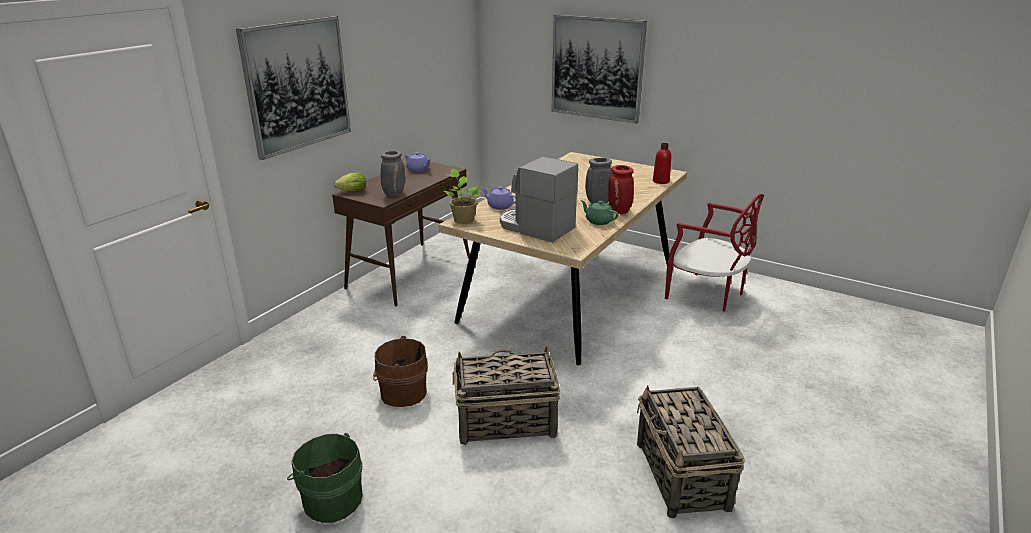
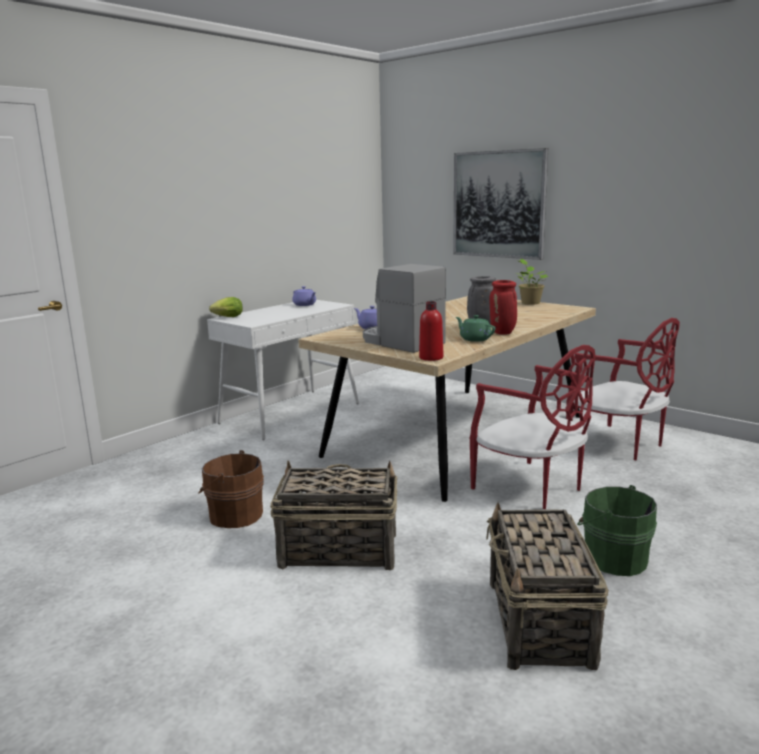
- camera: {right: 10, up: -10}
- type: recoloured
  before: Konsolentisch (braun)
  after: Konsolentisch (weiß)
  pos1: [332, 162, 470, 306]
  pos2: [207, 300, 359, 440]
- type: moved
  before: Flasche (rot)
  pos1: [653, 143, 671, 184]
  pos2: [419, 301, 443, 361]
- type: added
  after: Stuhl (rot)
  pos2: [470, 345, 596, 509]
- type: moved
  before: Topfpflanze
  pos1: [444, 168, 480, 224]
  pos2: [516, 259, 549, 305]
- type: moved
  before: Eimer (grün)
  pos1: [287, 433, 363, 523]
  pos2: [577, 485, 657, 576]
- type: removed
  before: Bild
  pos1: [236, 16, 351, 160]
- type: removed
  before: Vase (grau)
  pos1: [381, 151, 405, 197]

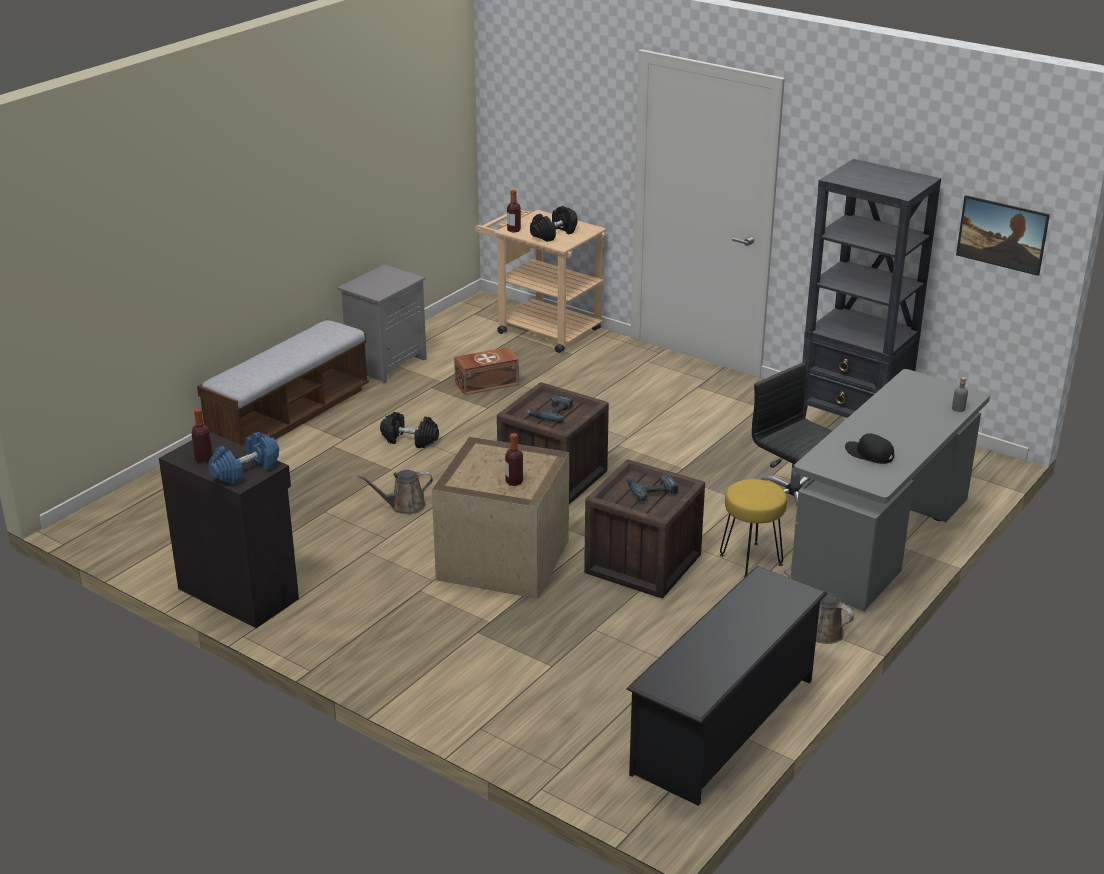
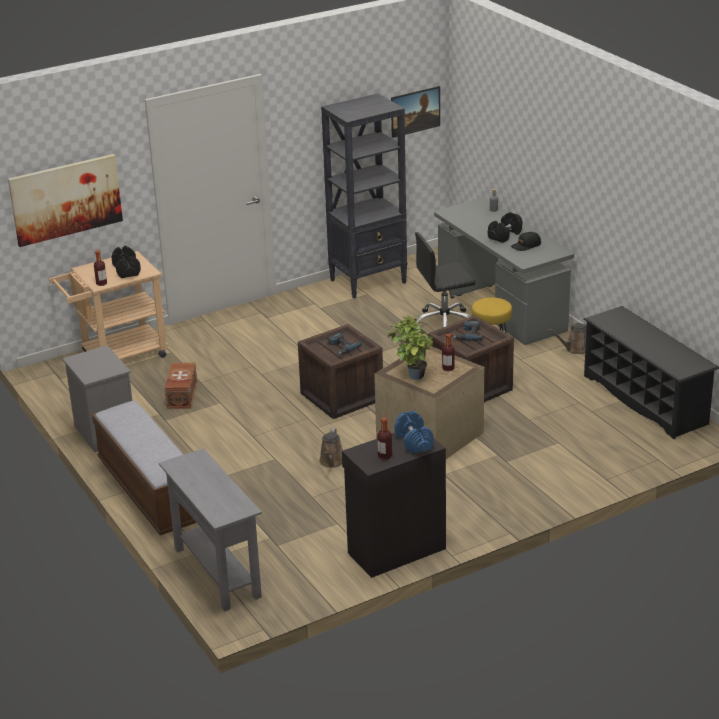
- camera: {right: -65, up: 0}
- type: added
  after: Bild
  pos2: [8, 154, 123, 247]
- type: added
  after: Konsolentisch (grau)
  pos2: [159, 448, 262, 612]
- type: added
  after: Topfpflanze
  pos2: [386, 315, 433, 380]
- type: moved
  before: Hantel (schwarz)
  pos1: [380, 412, 439, 448]
  pos2: [488, 212, 523, 243]

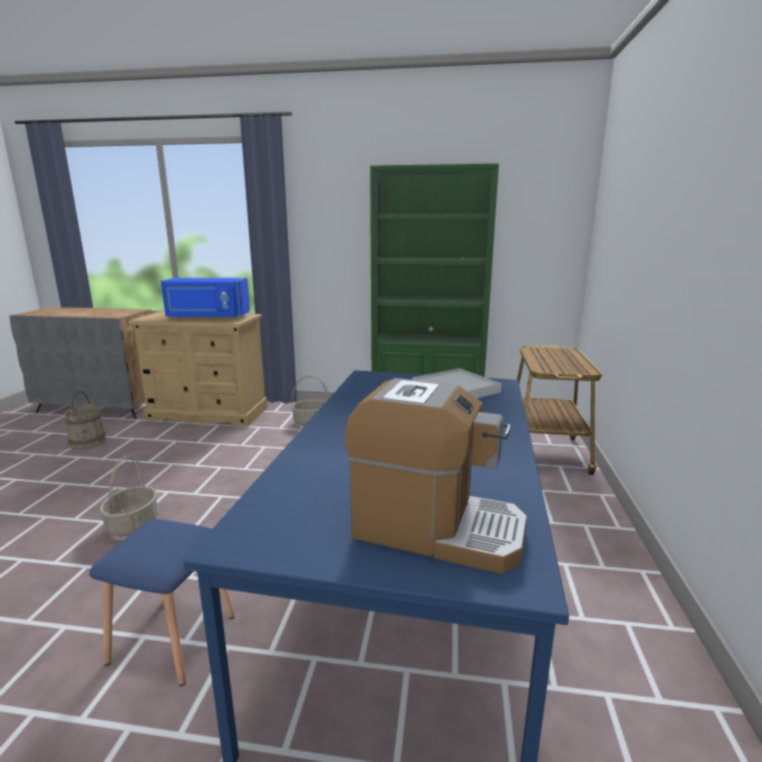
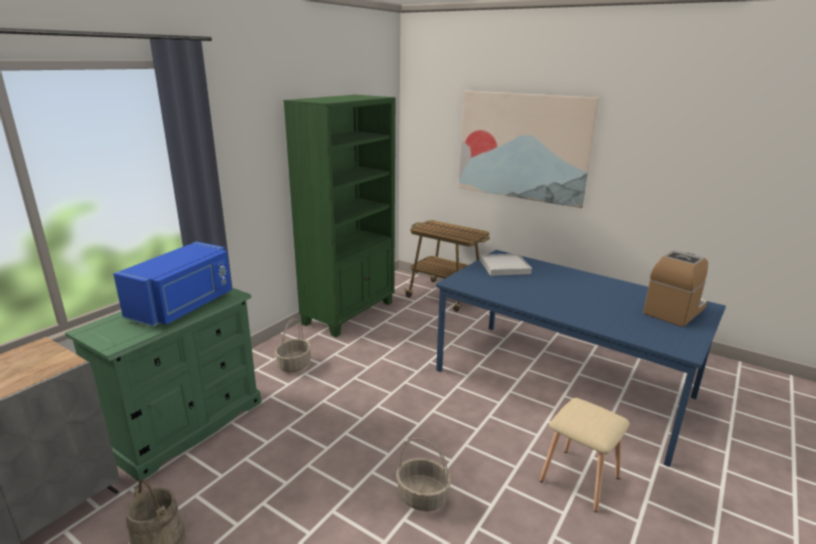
- camera: {right: -65, up: 5}
- type: recoloured
  before: Kommode (beige)
  after: Kommode (grün)
  pos1: [128, 311, 268, 427]
  pos2: [65, 288, 261, 482]
- type: added
  after: Bild
  pos2: [459, 91, 599, 208]
- type: recoloured
  before: Hocker (blau)
  after: Hocker (beige)
  pos1: [89, 519, 235, 686]
  pos2: [540, 398, 630, 512]

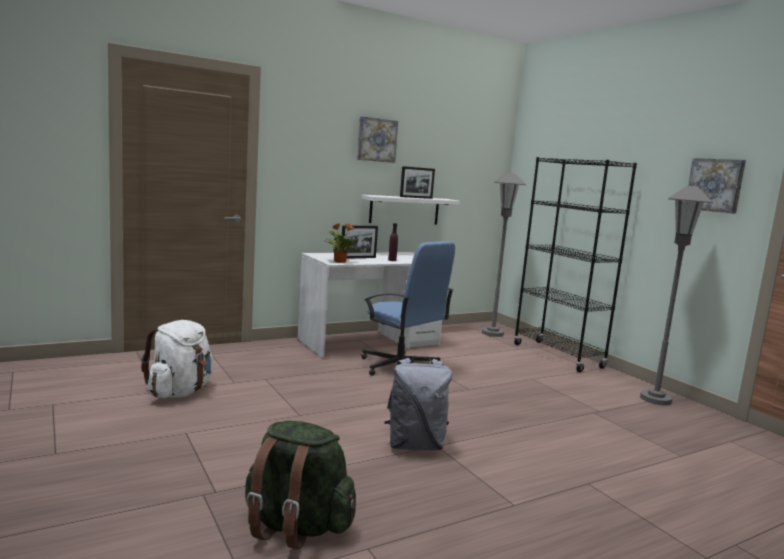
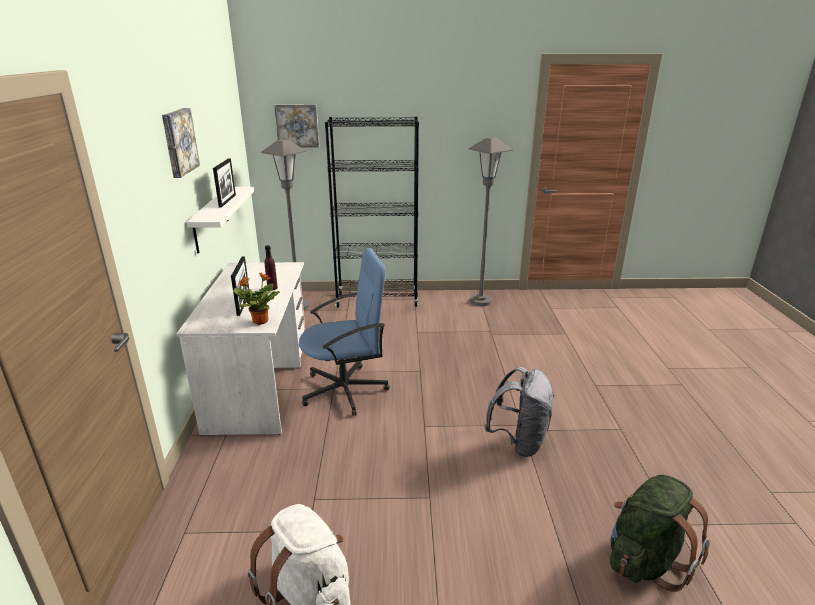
- camera: {right: -60, up: 15}
- type: moved
  before: Bild
  pos1: [688, 158, 746, 214]
  pos2: [274, 104, 319, 148]

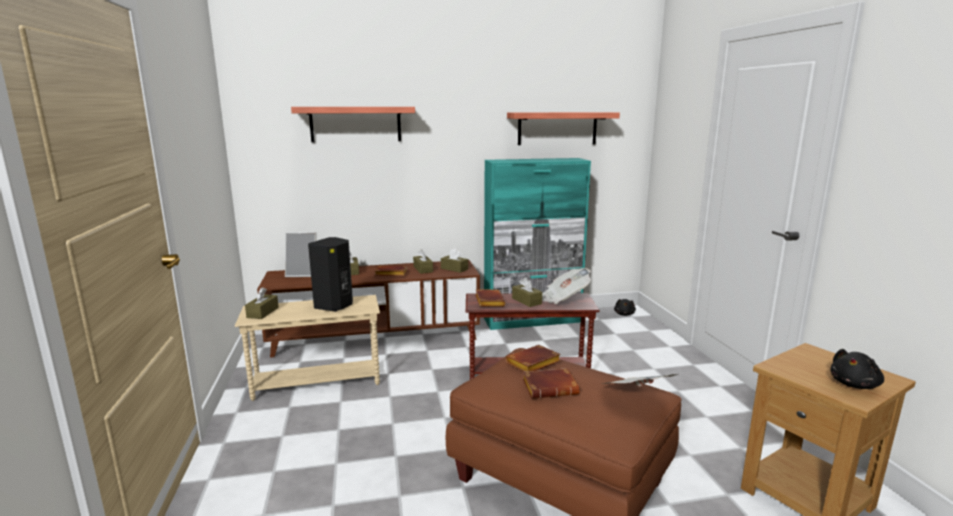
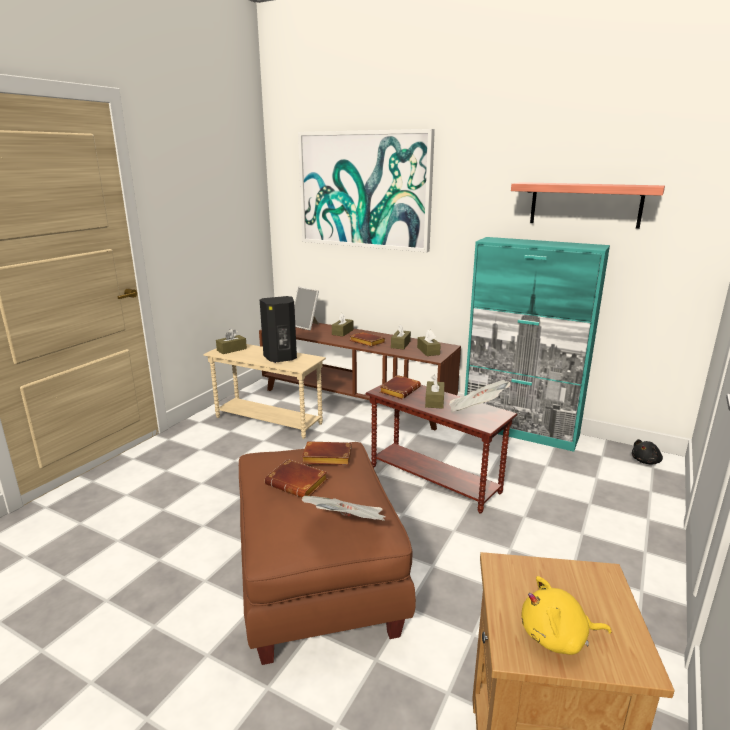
- camera: {right: 40, up: 5}
- type: replaced
  before: Wandregal
  after: Bild
  pos1: [291, 107, 415, 142]
  pos2: [298, 129, 435, 252]
- type: recoloured
  before: Plüschtier (schwarz)
  after: Plüschtier (gelb)
  pos1: [830, 349, 884, 389]
  pos2: [522, 576, 612, 655]

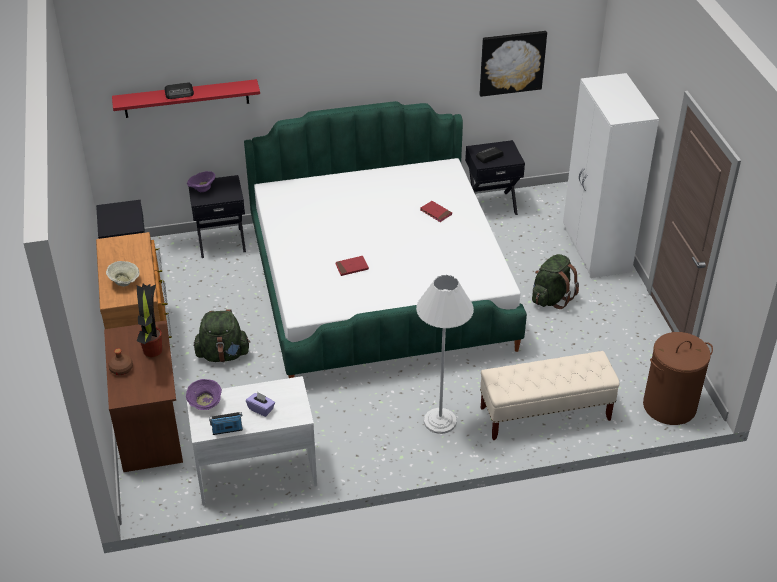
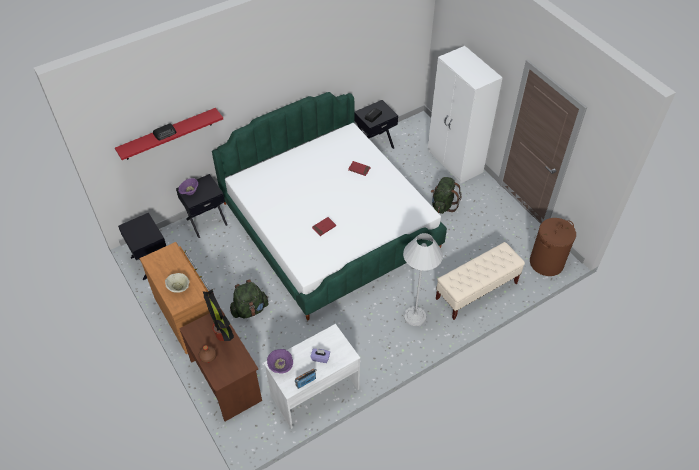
- camera: {right: -20, up: 10}
- type: removed
  before: Bild
  pos1: [480, 31, 547, 97]

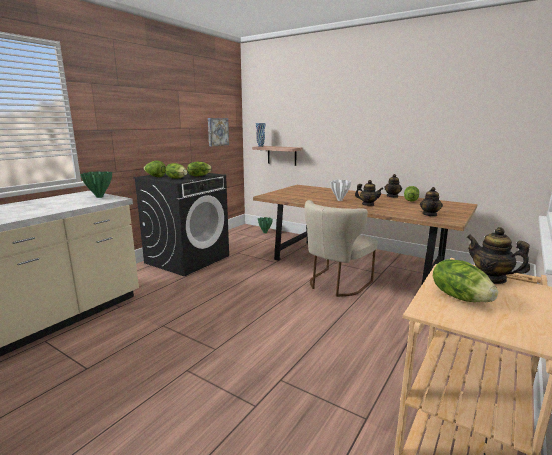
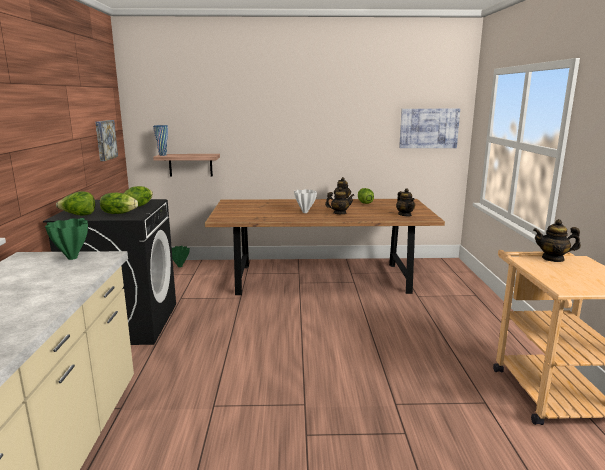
- camera: {right: -35, up: 0}
- type: added
  after: Bild
  pos2: [399, 109, 460, 148]
- type: removed
  before: Stuhl (beige)
  pos1: [304, 200, 378, 297]
- type: removed
  before: Salatkopf
  pos1: [433, 259, 498, 302]

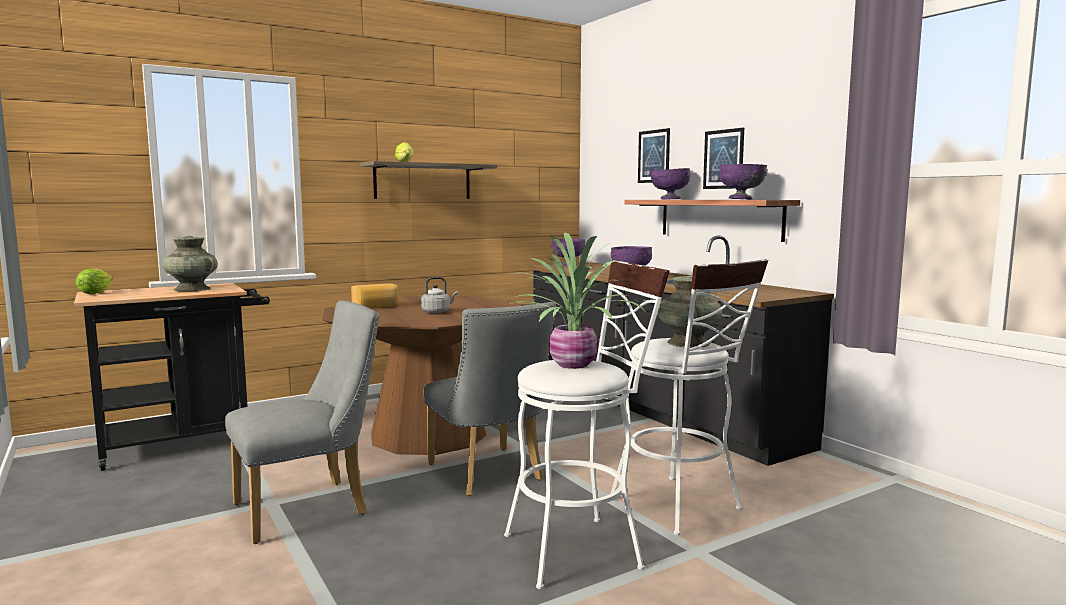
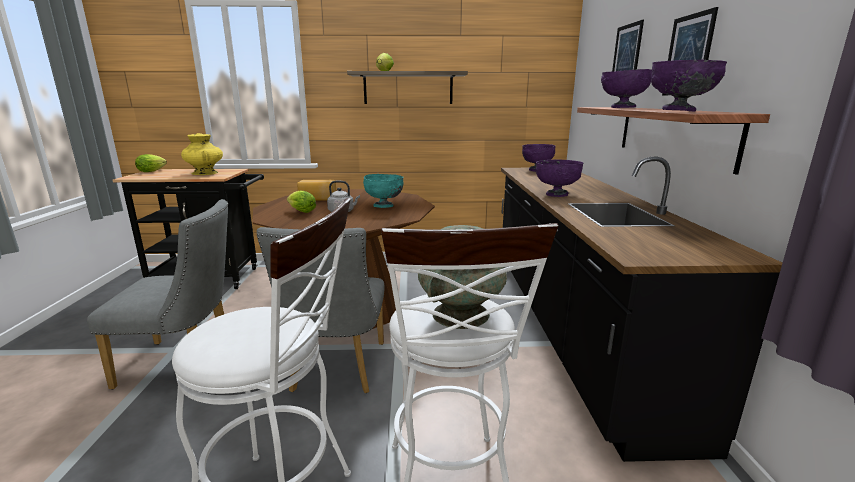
- camera: {right: 30, up: 10}
- type: recoloured
  before: Vase (türkis)
  after: Vase (gelb)
  pos1: [162, 236, 218, 291]
  pos2: [181, 133, 223, 175]
- type: added
  after: Salatkopf
  pos2: [287, 190, 316, 213]
- type: added
  after: Schüssel (türkis)
  pos2: [363, 174, 404, 208]
- type: removed
  before: Topfpflanze
  pos1: [510, 233, 646, 369]

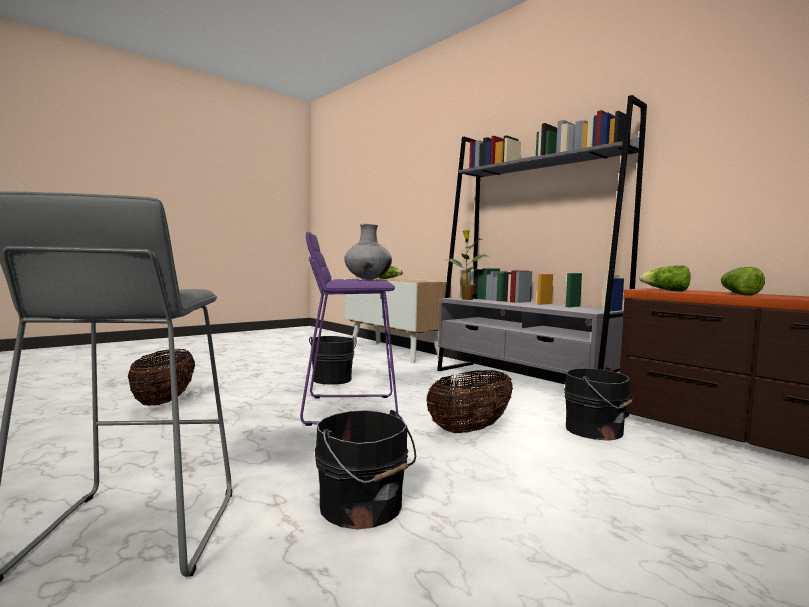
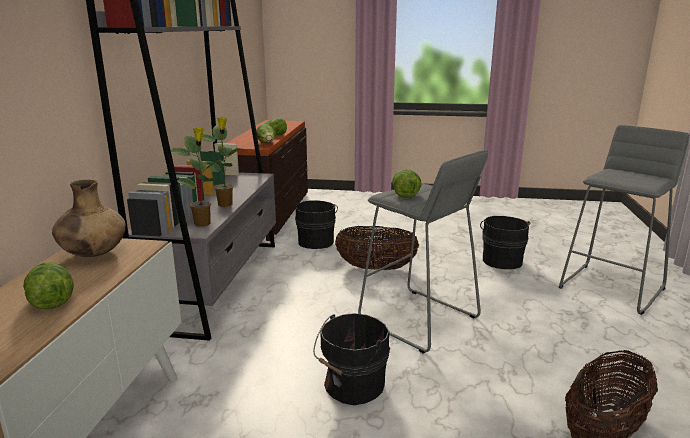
- camera: {right: -130, up: 15}
- type: added
  after: Vase (braun)
  pos2: [52, 180, 126, 257]
- type: added
  after: Topfpflanze
  pos2: [202, 117, 241, 207]
- type: recoloured
  before: Hocker (lila)
  after: Hocker (grau)
  pos1: [300, 232, 398, 426]
  pos2: [358, 150, 488, 354]
- type: replaced
  before: Vase (grau)
  after: Salatkopf
  pos1: [344, 224, 392, 279]
  pos2: [392, 169, 421, 198]

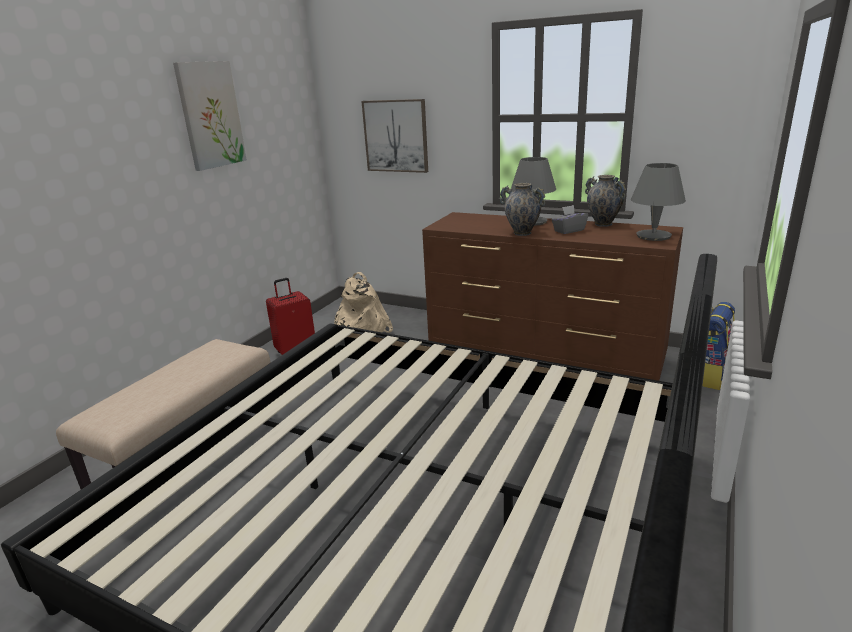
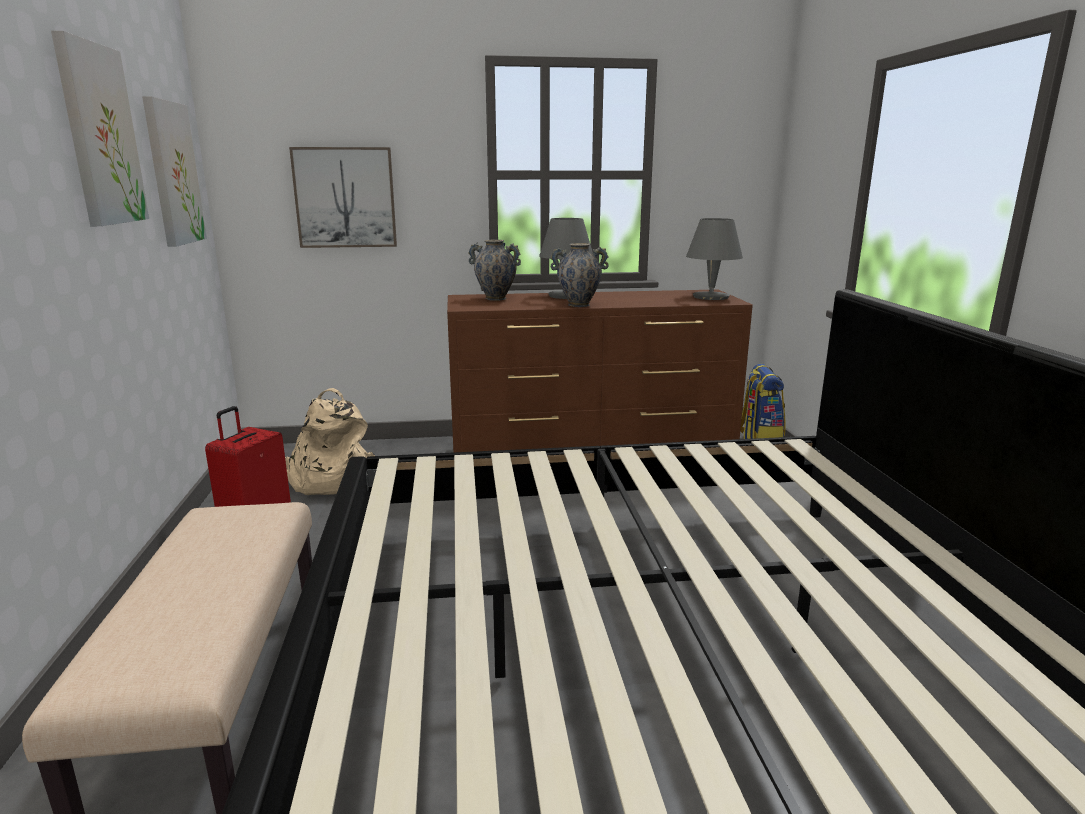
- camera: {right: -35, up: -5}
- type: added
  after: Bild
  pos2: [142, 96, 207, 247]
- type: moved
  before: Vase
  pos1: [585, 175, 626, 227]
  pos2: [468, 240, 521, 301]
- type: removed
  before: Taschentuchbox (grau)
  pos1: [552, 205, 588, 234]

